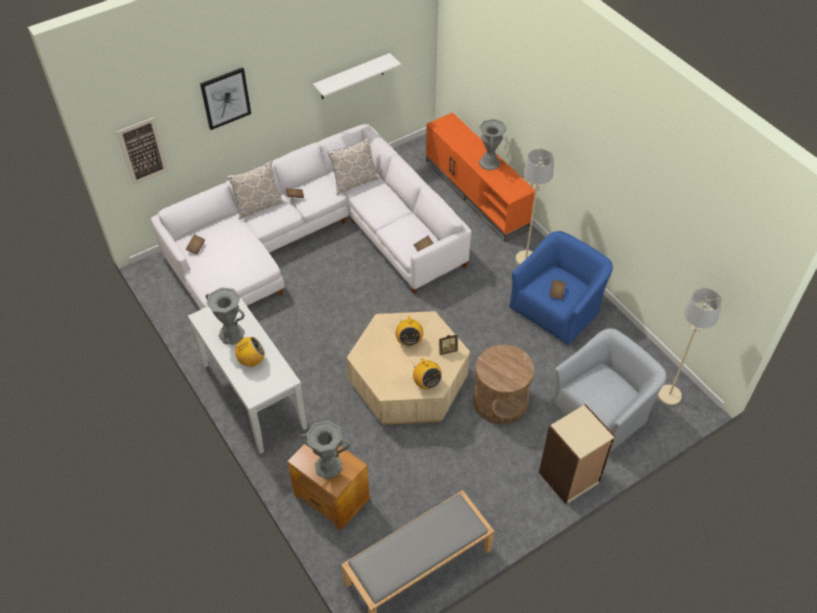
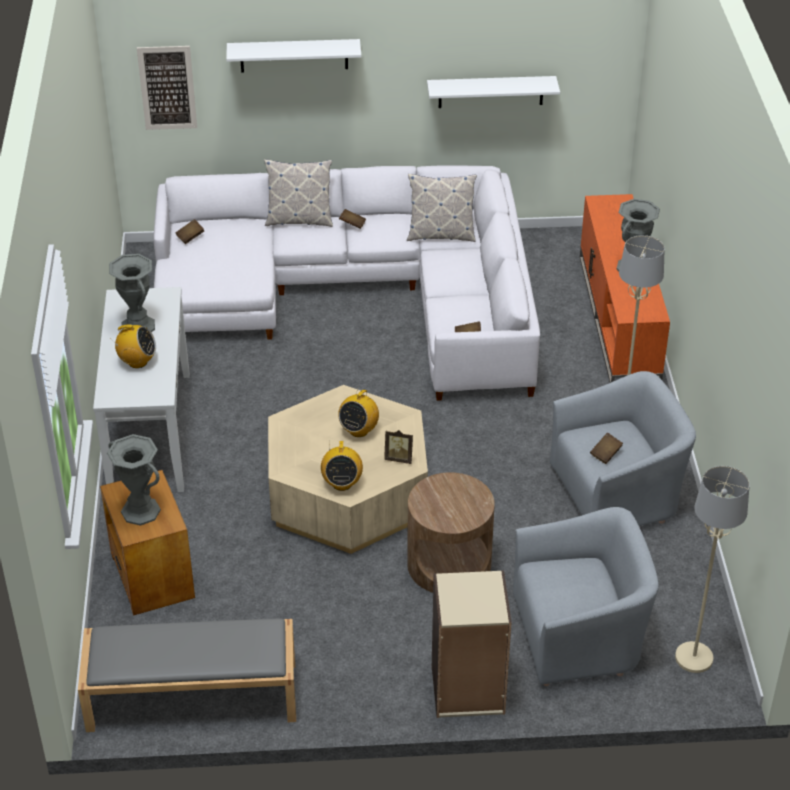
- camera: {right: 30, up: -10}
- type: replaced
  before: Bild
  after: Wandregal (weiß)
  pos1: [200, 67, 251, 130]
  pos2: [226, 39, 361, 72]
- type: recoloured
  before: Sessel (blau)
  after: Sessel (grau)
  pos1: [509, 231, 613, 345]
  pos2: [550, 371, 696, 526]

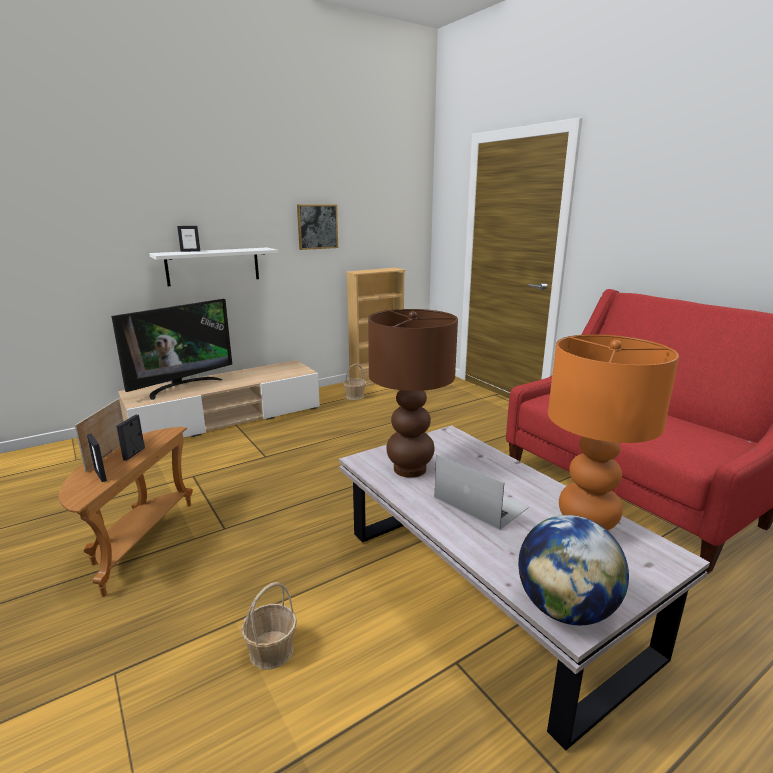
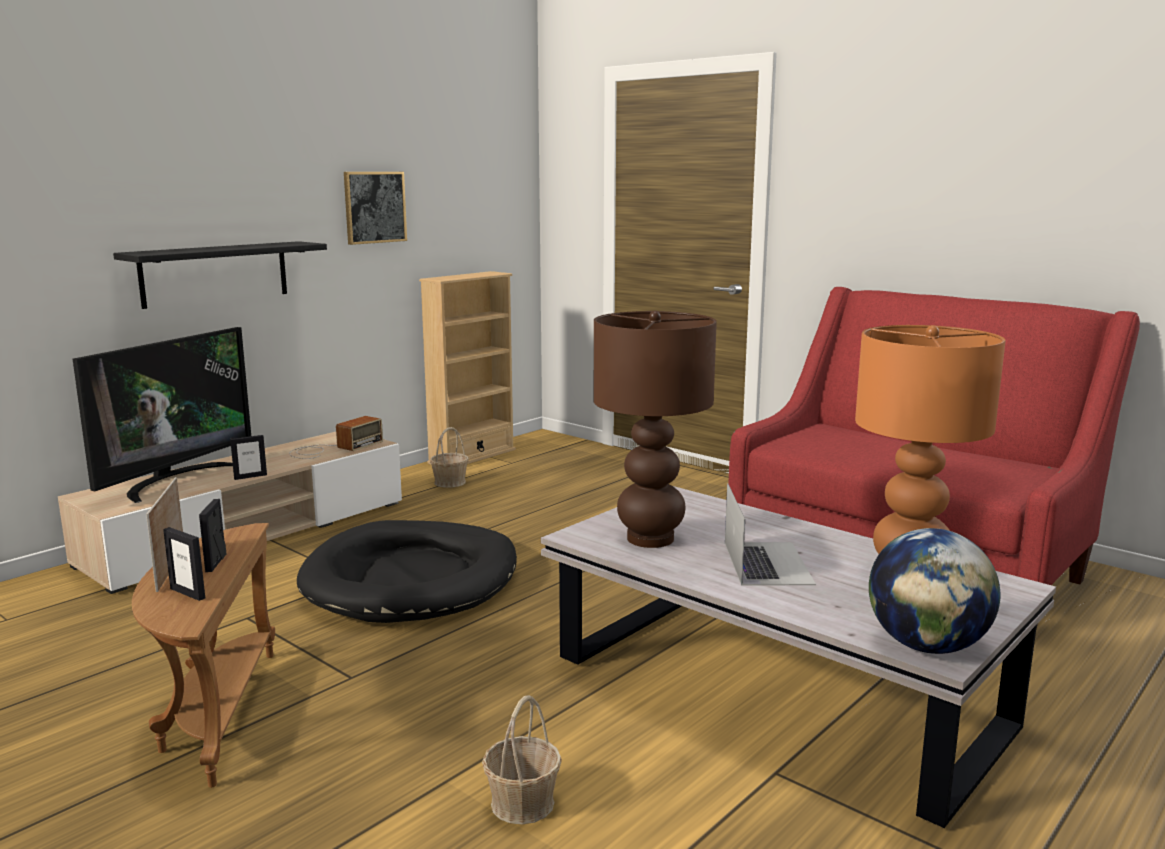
- camera: {right: -15, up: -5}
- type: recoloured
  before: Wandregal (weiß)
  after: Wandregal (schwarz)
  pos1: [149, 248, 278, 286]
  pos2: [113, 241, 327, 309]
- type: moved
  before: Bilderrahmen
  pos1: [177, 226, 200, 252]
  pos2: [230, 435, 267, 480]
- type: added
  after: Radio
  pos2: [289, 416, 383, 459]
- type: added
  after: Hundebett (schwarz)
  pos2: [297, 520, 517, 623]
- type: turned
  before: Laptop
  pos1: [435, 454, 529, 530]
  pos2: [725, 483, 816, 585]
  turn: 60

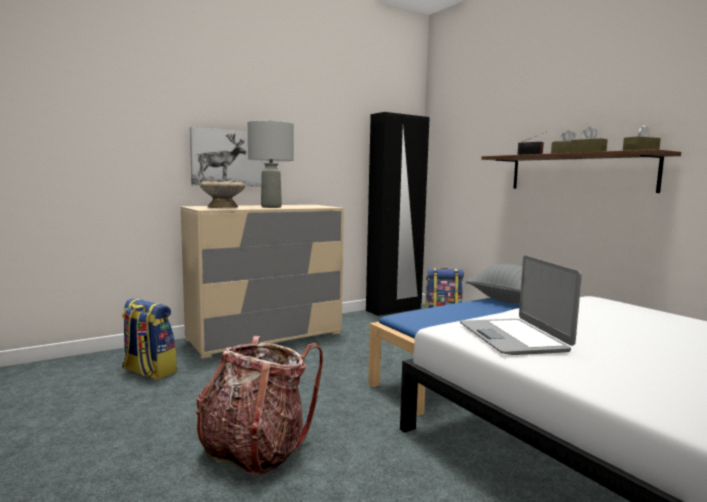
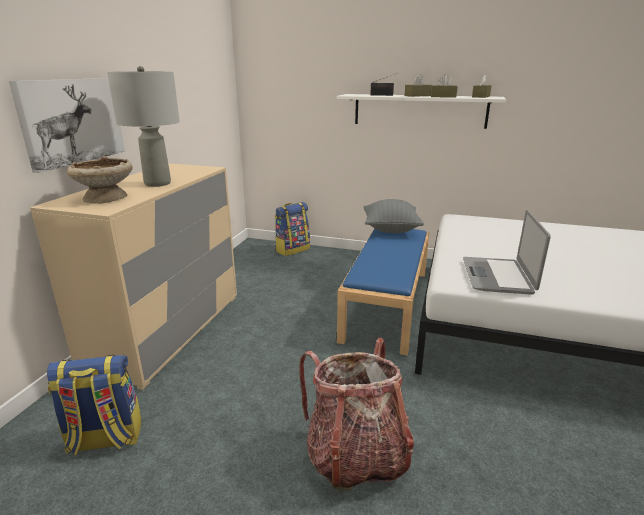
- camera: {right: -40, up: 15}
- type: recoloured
  before: Wandregal (braun)
  after: Wandregal (weiß)
  pos1: [481, 149, 681, 193]
  pos2: [337, 94, 506, 129]
- type: turned
  before: Laptop
  pos1: [460, 255, 582, 355]
  pos2: [463, 210, 551, 295]
  turn: 60
- type: removed
  before: Kleiderschrank (schwarz)
  pos1: [366, 112, 430, 316]

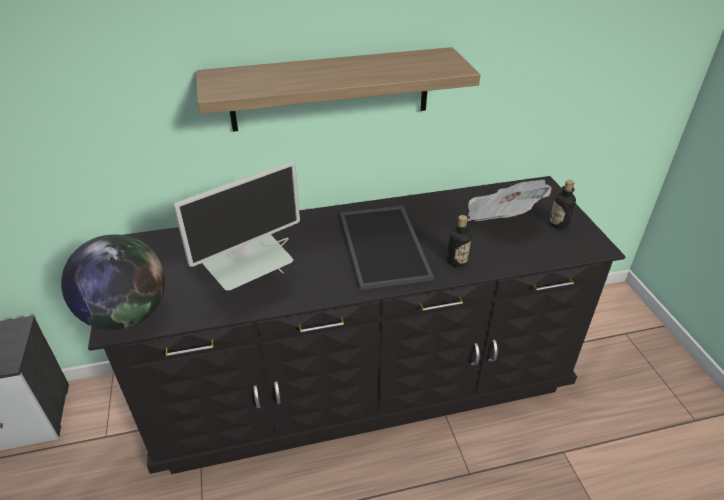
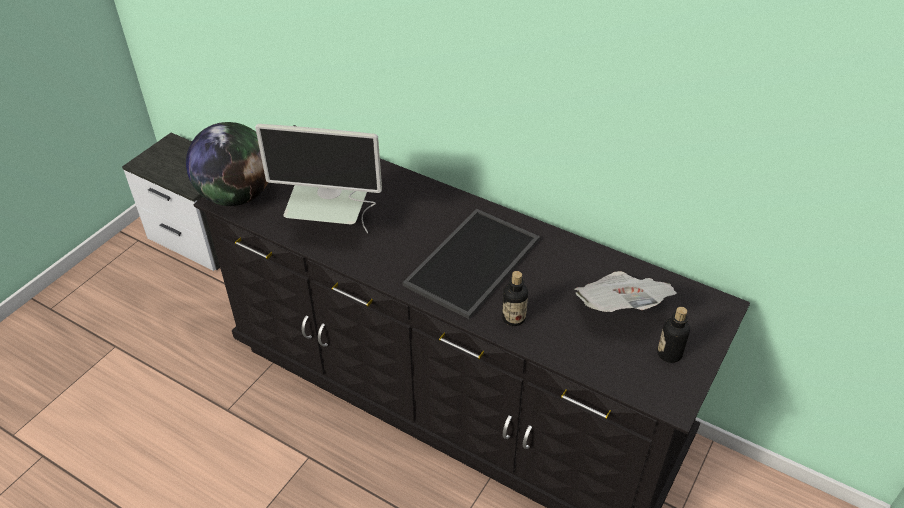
- camera: {right: 45, up: 5}
- type: removed
  before: Wandregal
  pos1: [196, 47, 480, 132]

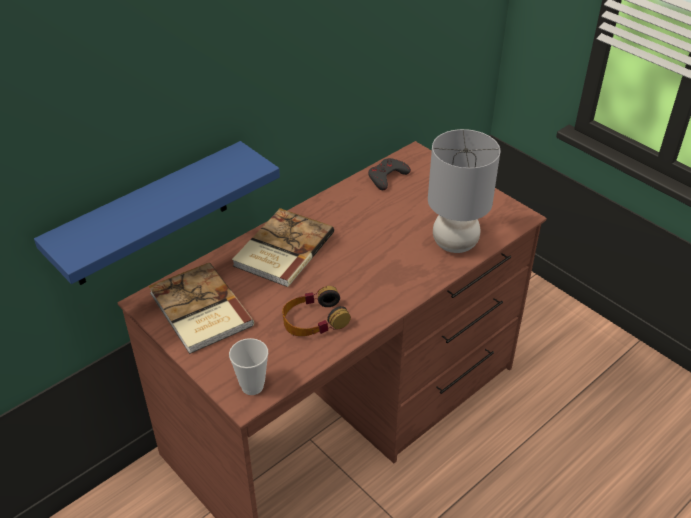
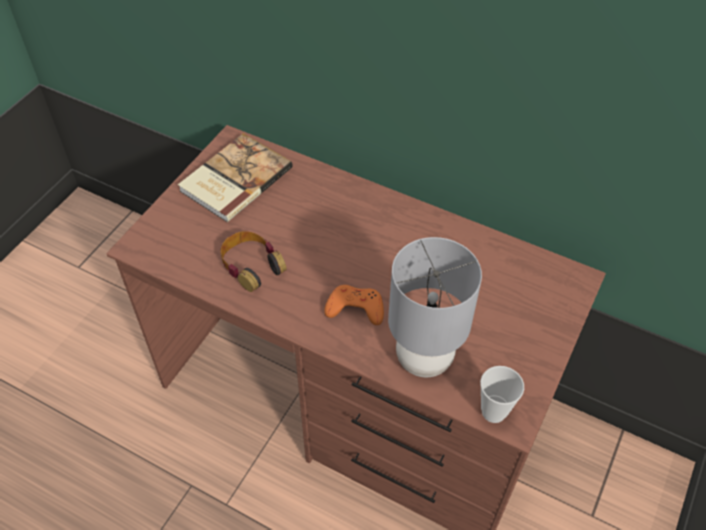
- camera: {right: 70, up: 10}
- type: added
  after: Gamepad (orange)
  pos2: [324, 285, 384, 325]
- type: moved
  before: Tasse
  pos1: [229, 338, 268, 395]
  pos2: [480, 366, 524, 423]
- type: removed
  before: Wandregal (blau)
  pos1: [34, 141, 280, 285]
- type: removed
  before: Buch
  pos1: [232, 208, 334, 287]
- type: removed
  before: Gamepad (grau)
  pos1: [368, 158, 411, 190]

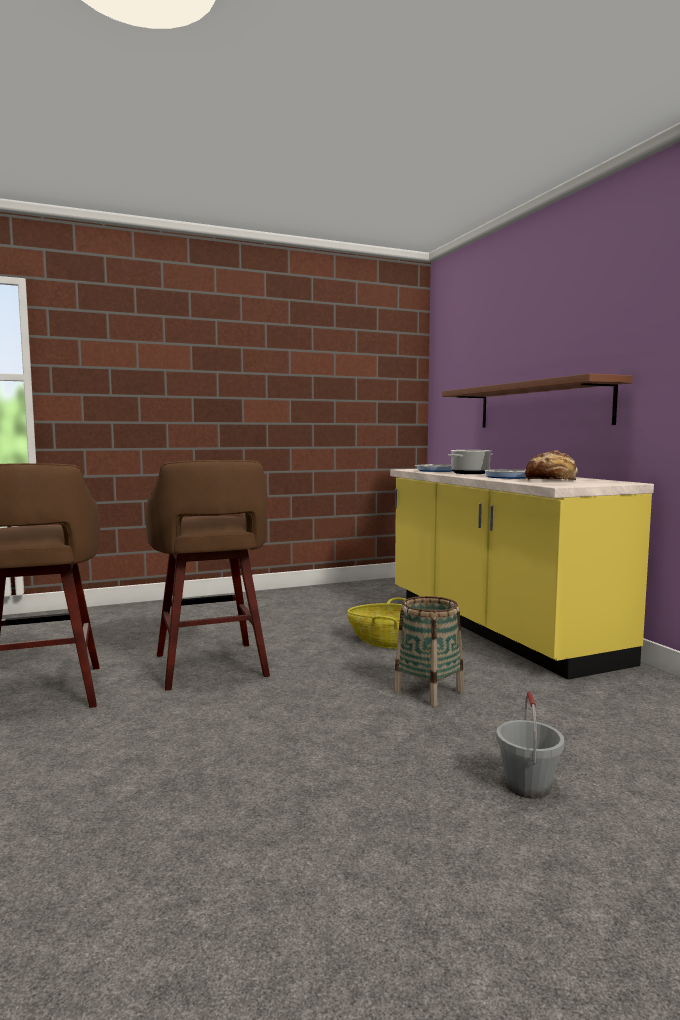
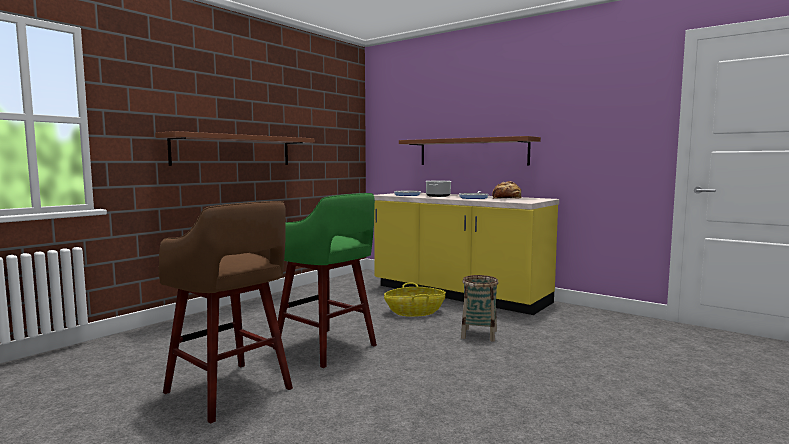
- camera: {right: -30, up: 0}
- type: added
  after: Wandregal (braun)
  pos2: [155, 131, 315, 166]
- type: recoloured
  before: Hocker (braun)
  after: Hocker (grün)
  pos1: [146, 460, 270, 691]
  pos2: [273, 193, 377, 368]
- type: removed
  before: Eimer (grau)
  pos1: [496, 692, 564, 799]

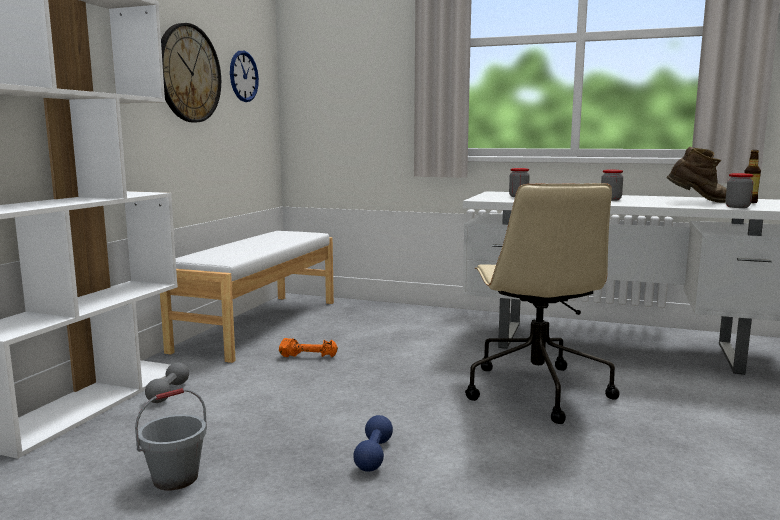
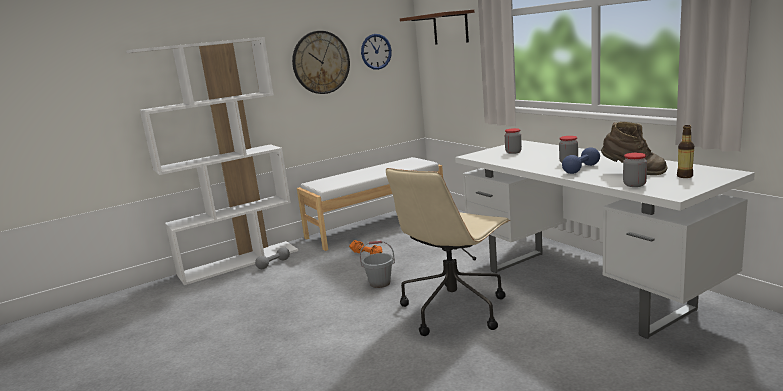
- camera: {right: 40, up: 5}
- type: moved
  before: Eimer (grau)
  pos1: [135, 388, 207, 490]
  pos2: [360, 241, 395, 288]
- type: added
  after: Wandregal (braun)
  pos2: [400, 9, 474, 45]
- type: moved
  before: Hantel (blau)
  pos1: [353, 415, 393, 472]
  pos2: [562, 147, 600, 174]

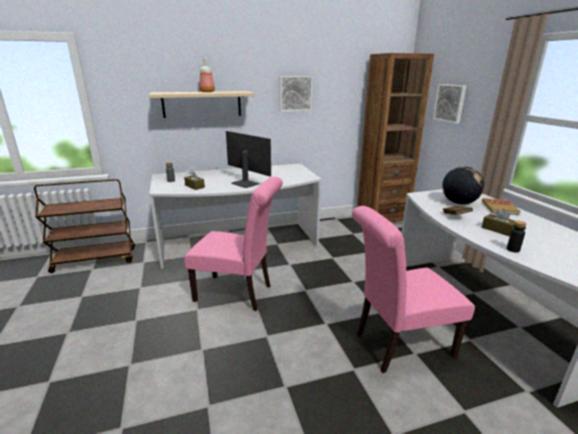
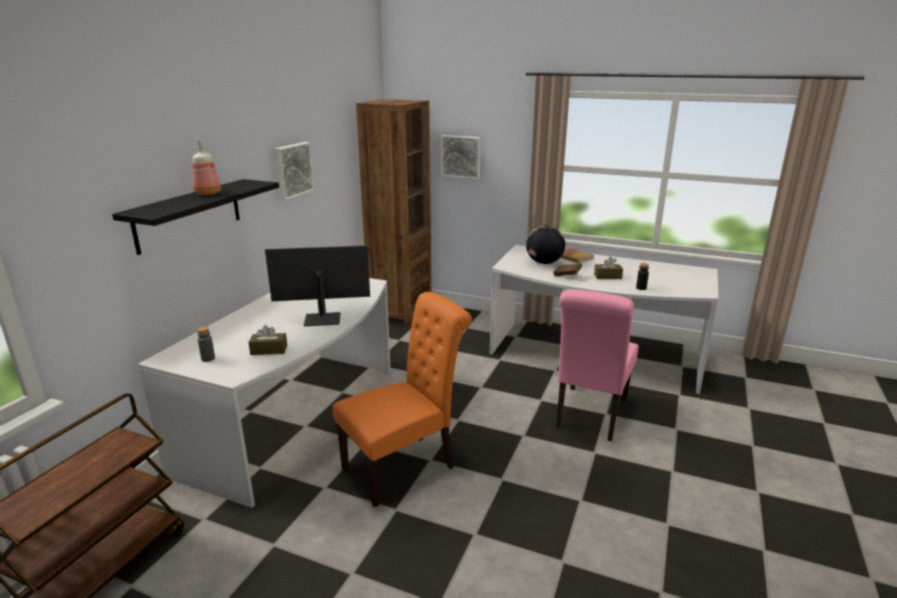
- camera: {right: -50, up: 0}
- type: recoloured
  before: Wandregal (beige)
  after: Wandregal (schwarz)
  pos1: [149, 91, 254, 118]
  pos2: [112, 179, 279, 255]
- type: recoloured
  before: Stuhl (rosa)
  after: Stuhl (orange)
  pos1: [184, 177, 283, 311]
  pos2: [332, 292, 472, 507]

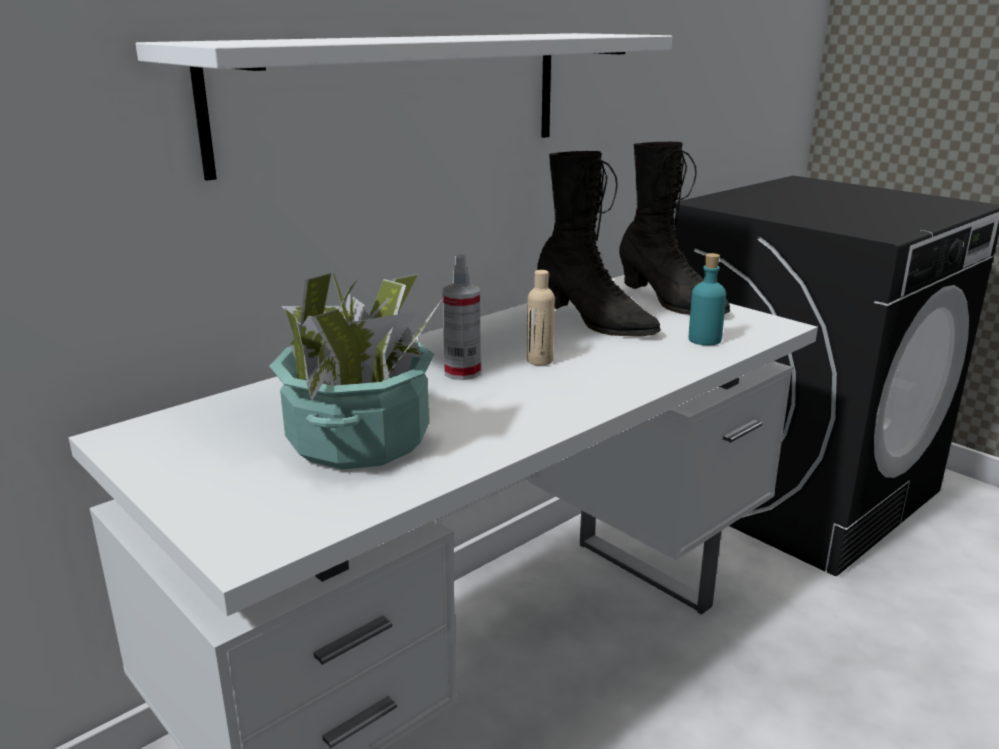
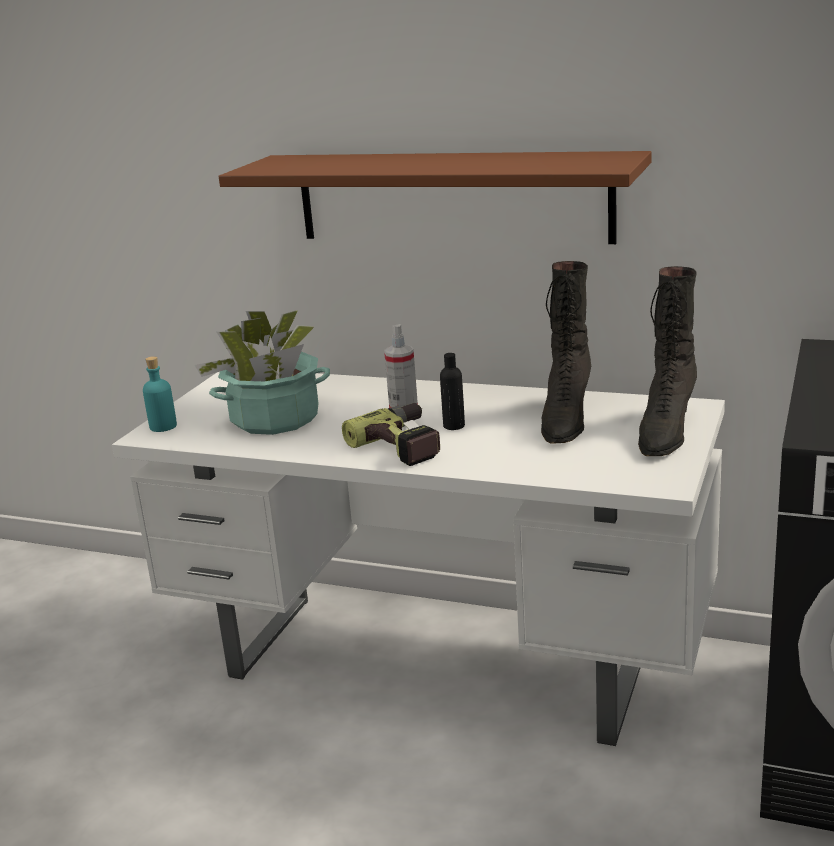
- camera: {right: 65, up: 0}
- type: moved
  before: Flasche (türkis)
  pos1: [689, 253, 726, 345]
  pos2: [143, 356, 177, 432]
- type: recoloured
  before: Wandregal (weiß)
  after: Wandregal (braun)
  pos1: [136, 33, 672, 181]
  pos2: [218, 151, 652, 244]
- type: added
  after: Bohrmaschine
  pos2: [342, 403, 440, 466]
- type: recoloured
  before: Flasche (beige)
  after: Flasche (schwarz)
  pos1: [527, 270, 555, 365]
  pos2: [440, 353, 465, 430]

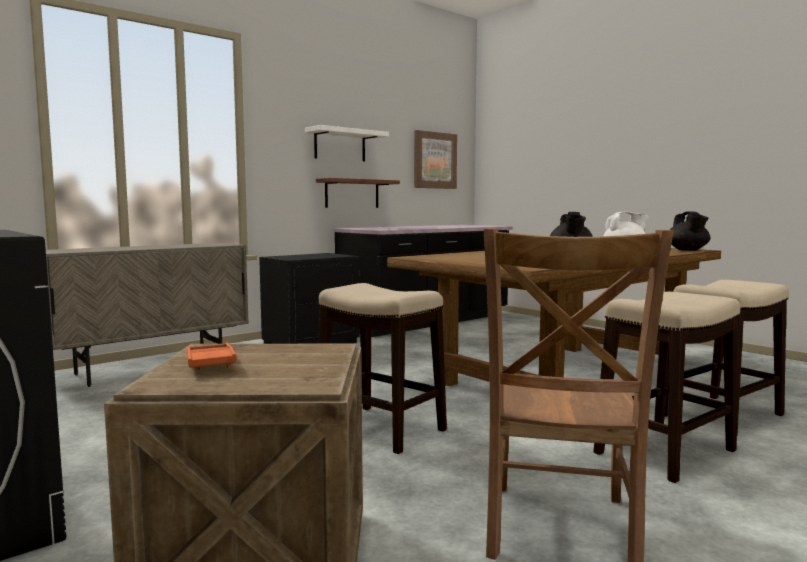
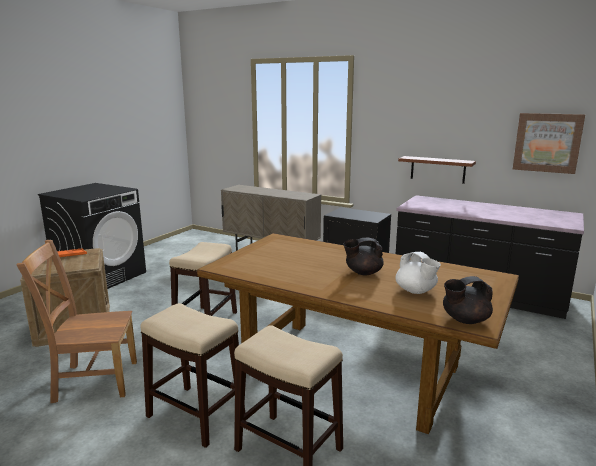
- camera: {right: 70, up: 10}
- type: removed
  before: Wandregal (weiß)
  pos1: [305, 125, 389, 161]

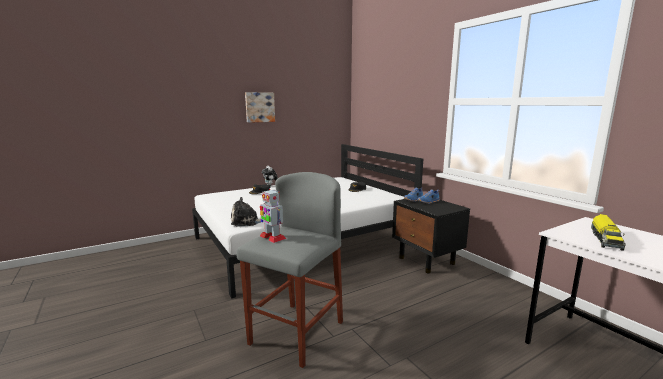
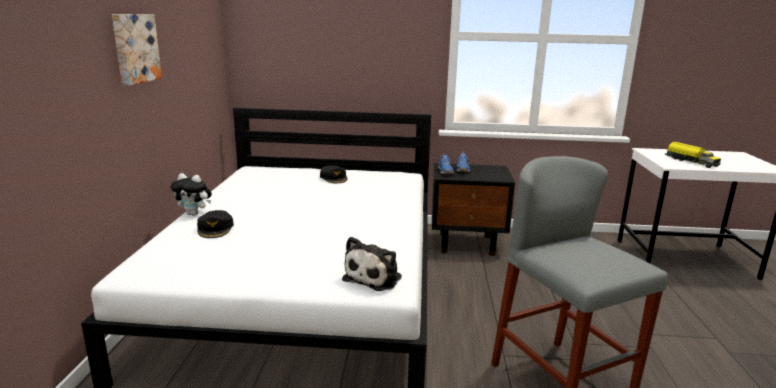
- camera: {right: -55, up: 5}
- type: removed
  before: Spielzeugroboter
  pos1: [260, 189, 286, 243]

